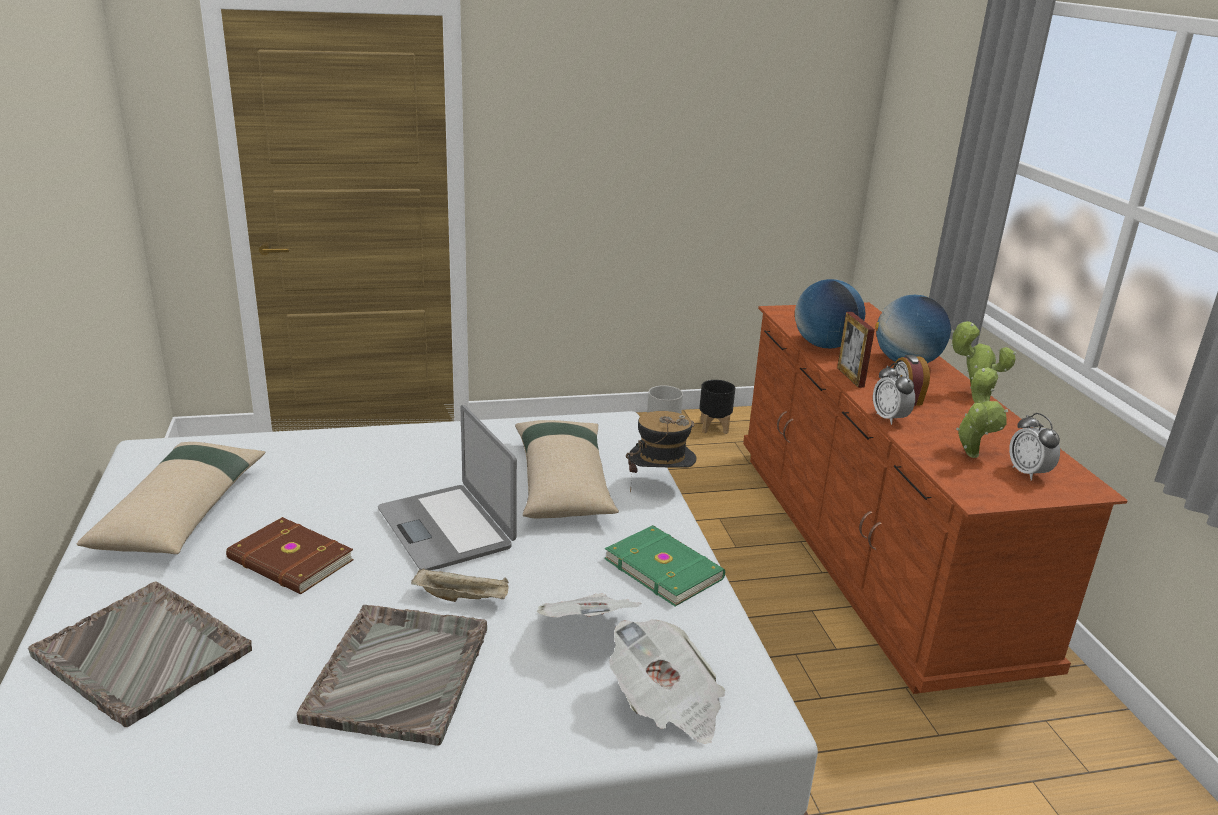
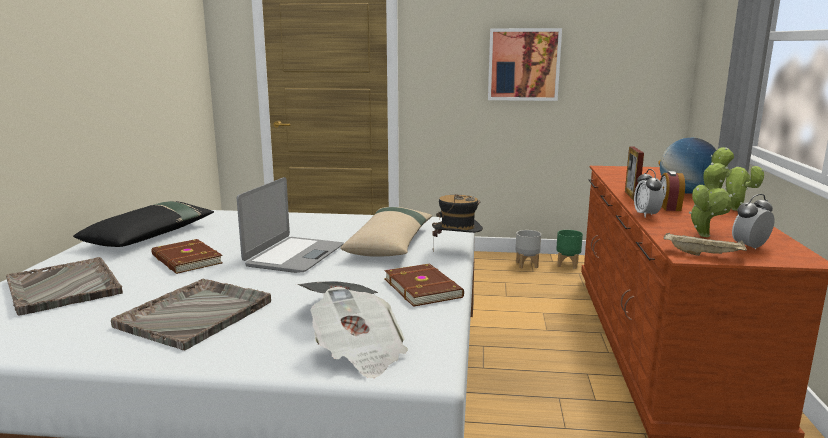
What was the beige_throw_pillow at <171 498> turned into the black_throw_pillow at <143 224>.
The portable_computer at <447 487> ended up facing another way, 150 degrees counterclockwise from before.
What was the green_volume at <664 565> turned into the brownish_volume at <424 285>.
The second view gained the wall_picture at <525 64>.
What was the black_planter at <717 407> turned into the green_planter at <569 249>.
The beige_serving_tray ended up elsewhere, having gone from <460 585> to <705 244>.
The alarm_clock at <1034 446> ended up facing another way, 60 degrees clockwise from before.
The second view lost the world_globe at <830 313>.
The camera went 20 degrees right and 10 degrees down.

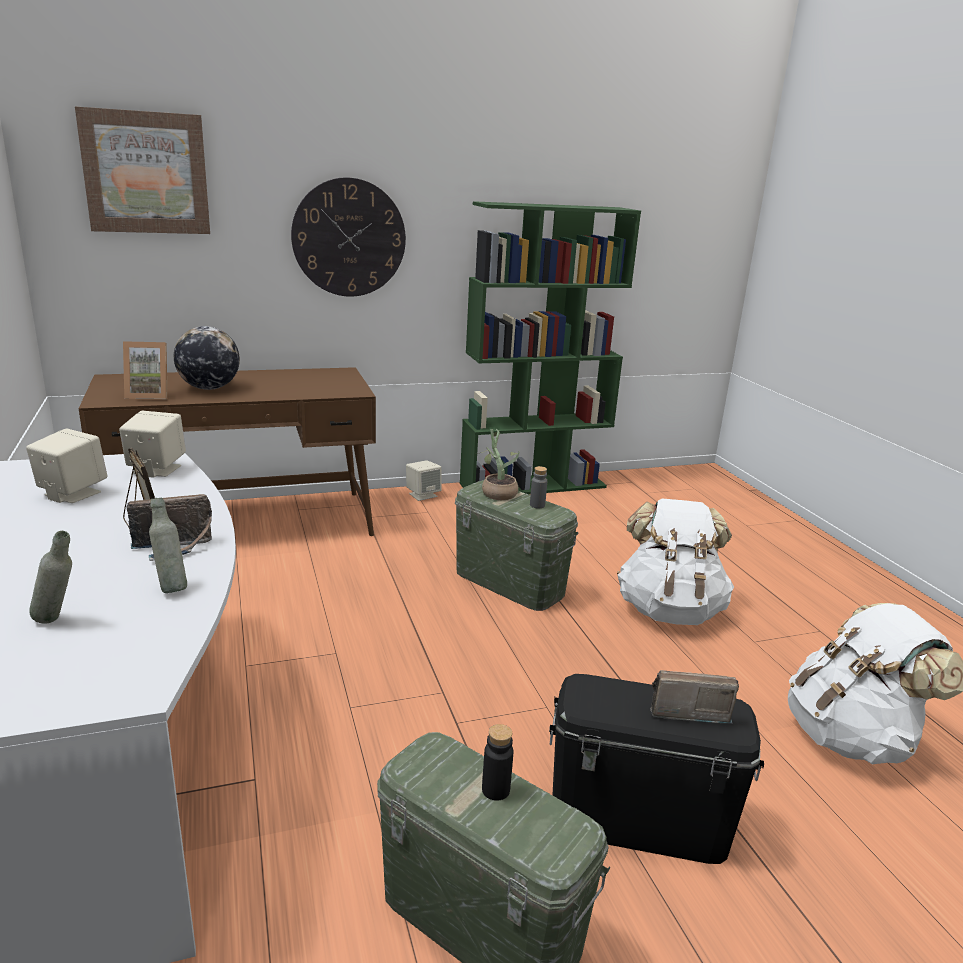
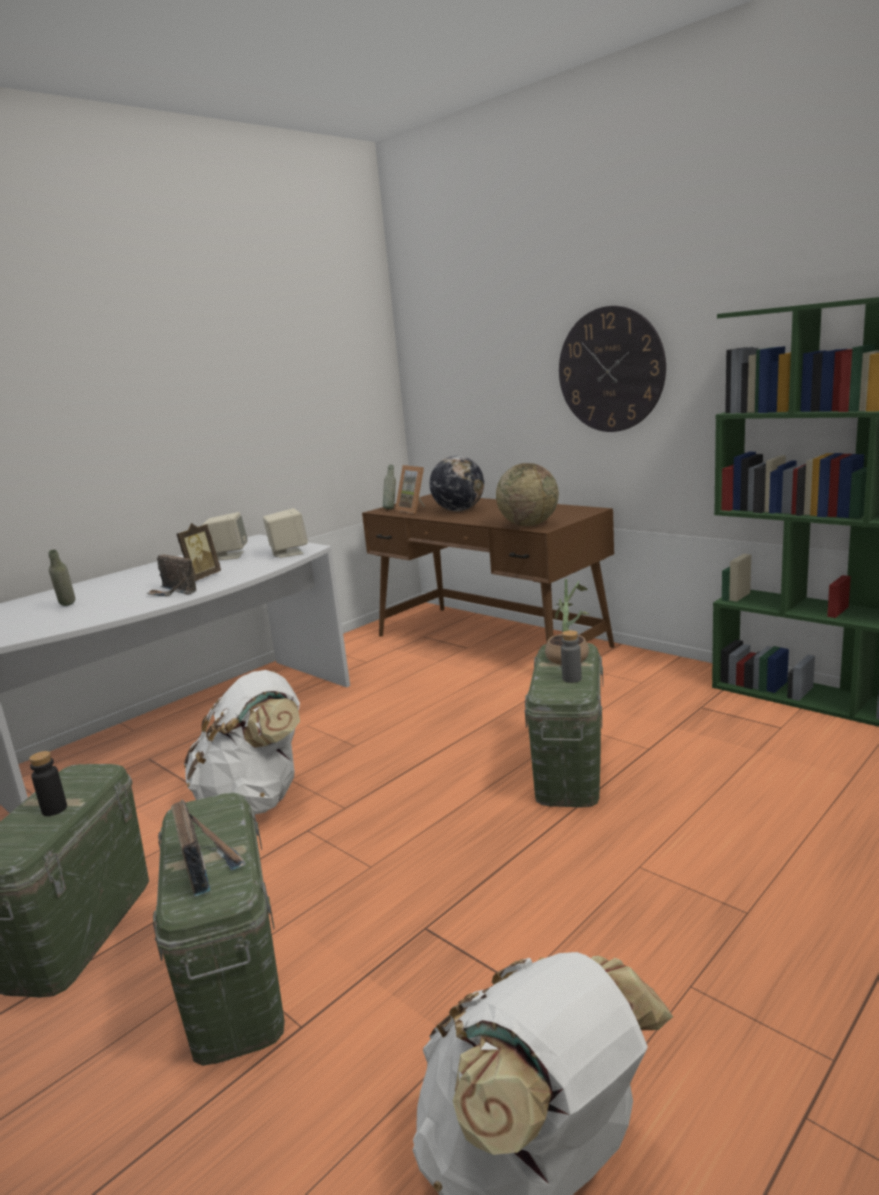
What was the black_storage_container at <656 769> turned into the green_storage_container at <219 929>.
The white-coloured_knapsack ended up elsewhere, having gone from <675 562> to <242 742>.
The gray_drink_bottle ended up elsewhere, having gone from <168 545> to <389 487>.
The second view gained the world_globe at <527 494>.
The second view lost the wall_picture at <142 170>.
The second view lost the beige_loudspeaker at <424 480>.
The camera went 65 degrees right and 5 degrees down.

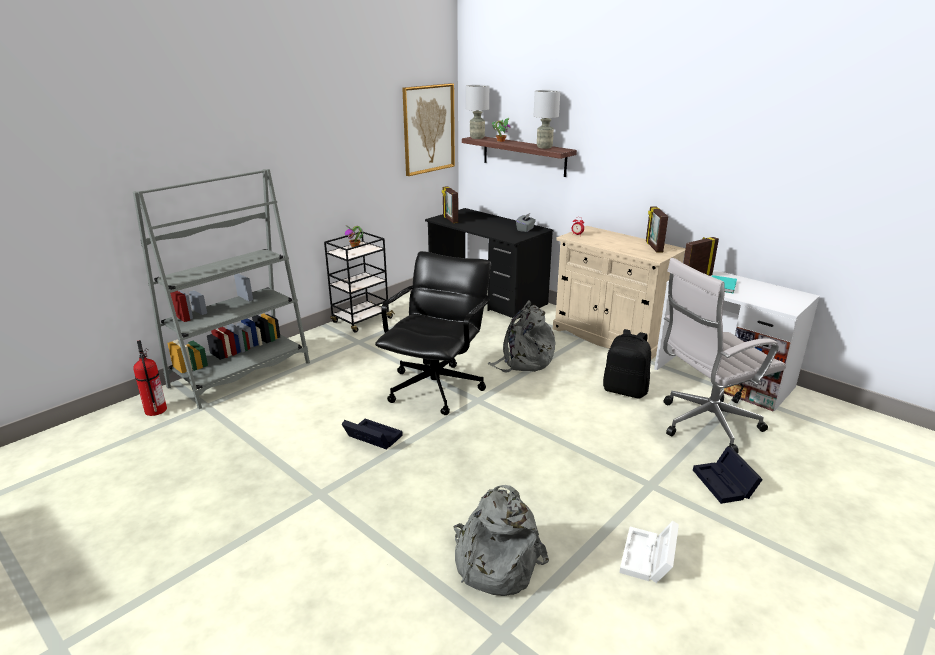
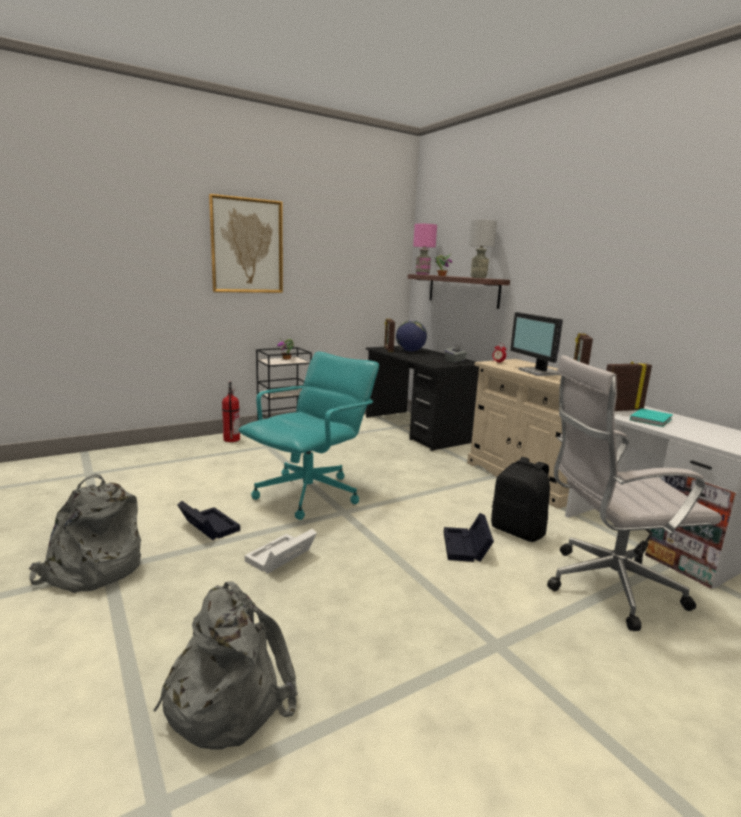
The gray_knapsack ended up elsewhere, having gone from <521 336> to <85 533>.
The wall_picture ended up elsewhere, having gone from <428 129> to <246 243>.
The fire-fighting_cylinder ended up elsewhere, having gone from <150 378> to <231 412>.
What was the black_office_chair at <433 333> turned into the blue-green_office_chair at <309 436>.
The white-coloured_storage_container ended up elsewhere, having gone from <649 552> to <281 551>.
The second view gained the world_globe at <411 336>.
What was the gray_tabletop_lamp at <477 112> turned into the pinkish_tabletop_lamp at <425 249>.
The black_storage_container ended up elsewhere, having gone from <728 475> to <469 537>.
The second view gained the computer_screen at <536 344>.
The second view lost the gray_shelving_unit at <221 289>.
The camera went 15 degrees right and 10 degrees down.

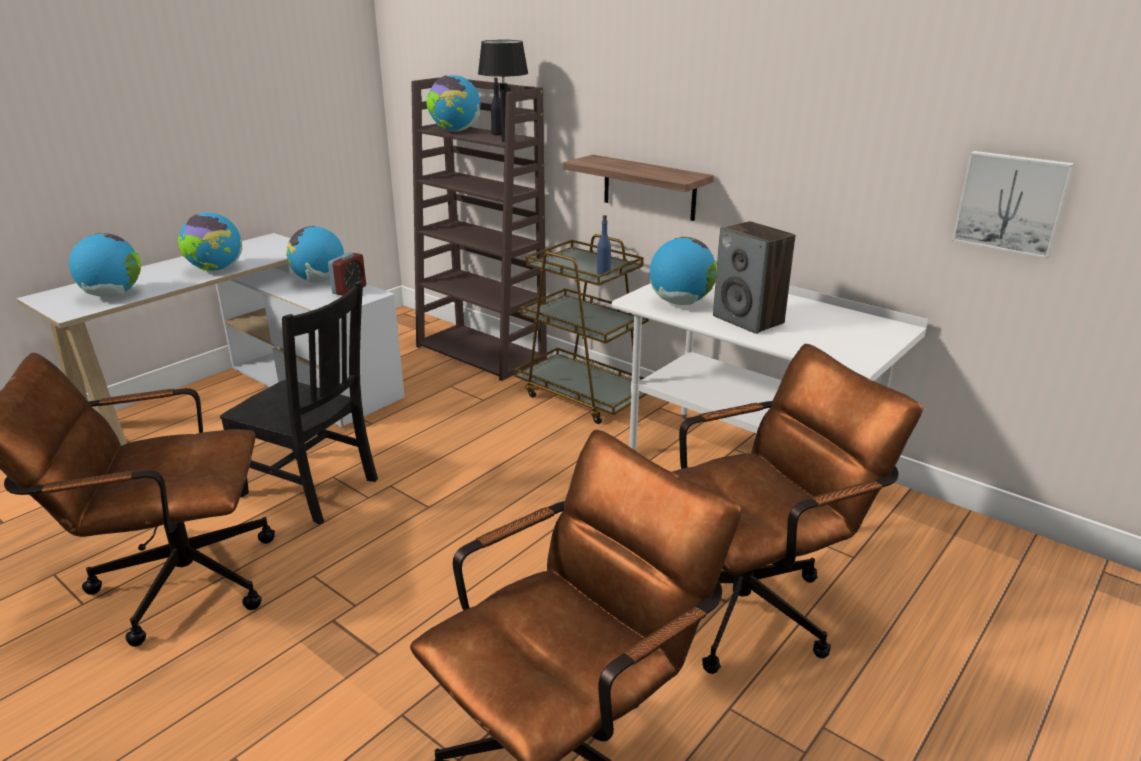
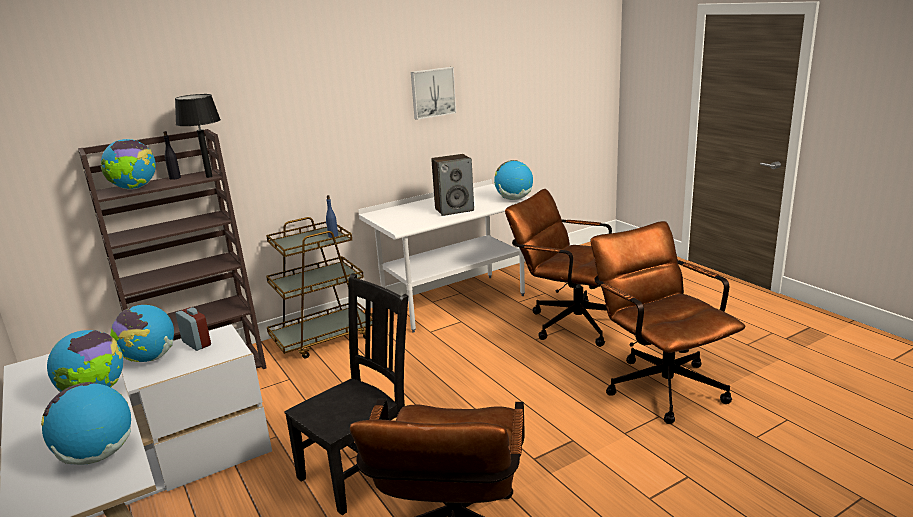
The wall_picture ended up elsewhere, having gone from <1013 205> to <433 93>.
The world_globe ended up elsewhere, having gone from <683 271> to <513 180>.
The brownish_office_chair at <797 509> ended up facing another way, 45 degrees counterclockwise from before.
The second view lost the shelf at <638 188>.
The camera went 70 degrees left and 5 degrees down.

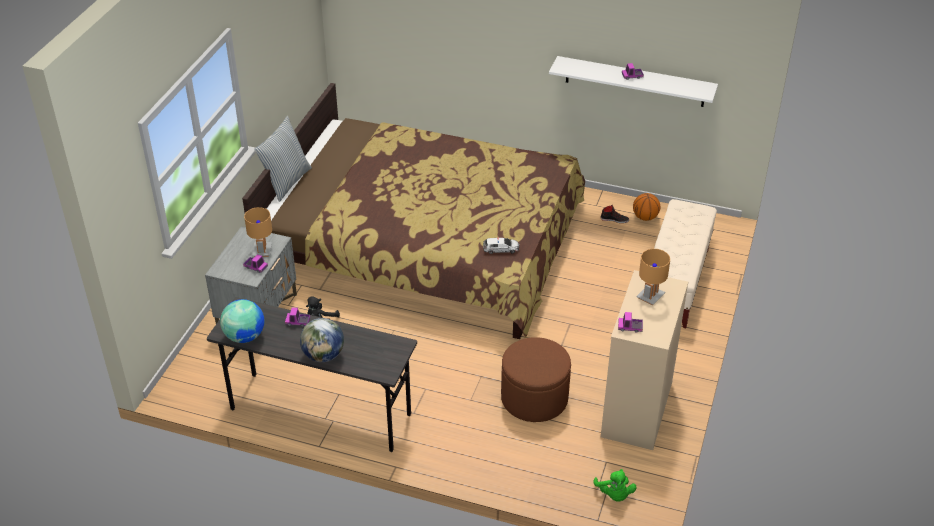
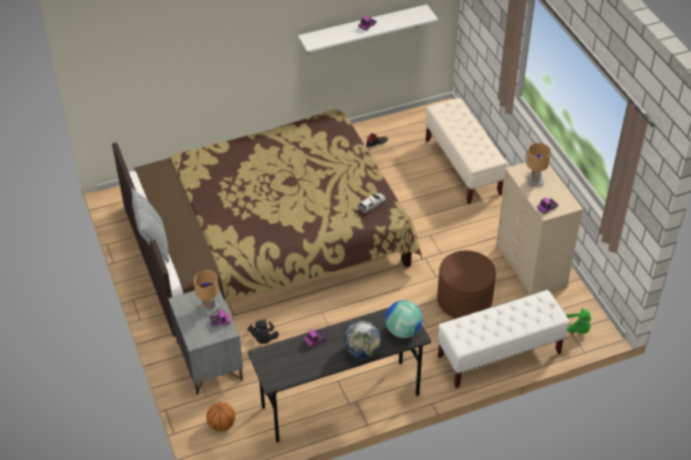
The basketball ended up elsewhere, having gone from <646 207> to <220 417>.
The world_globe ended up elsewhere, having gone from <242 321> to <404 319>.
The second view gained the white-coloured_bench at <503 339>.
The camera went 40 degrees left and 5 degrees up.

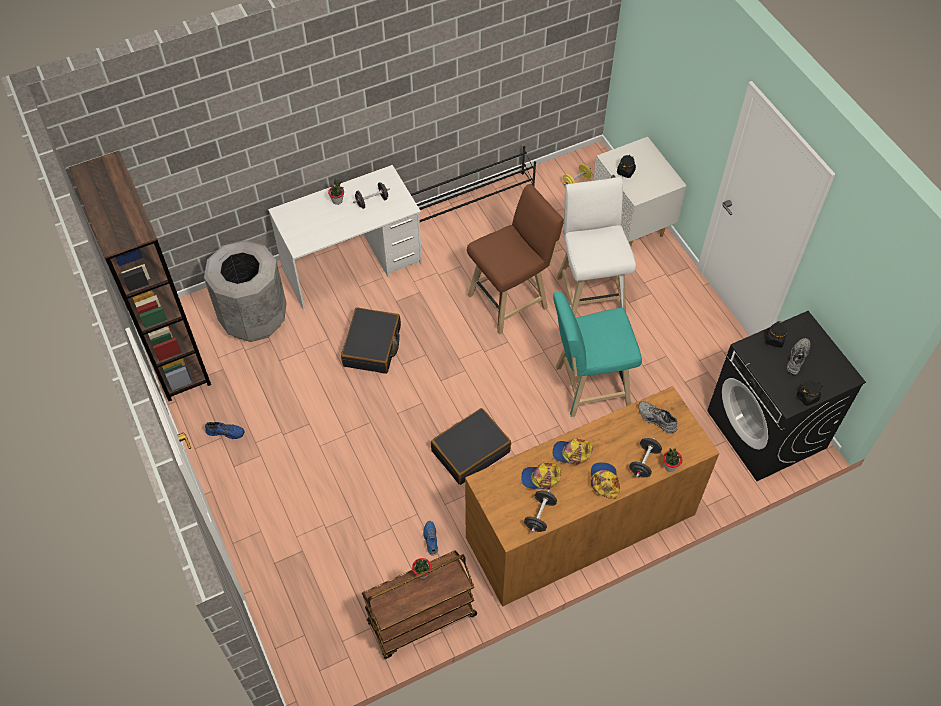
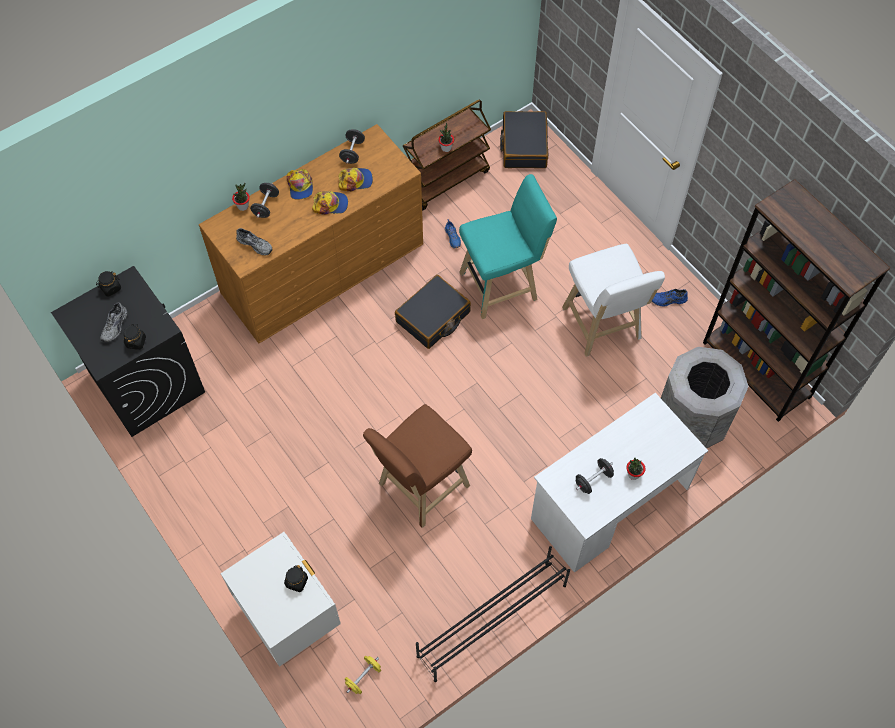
The blue-green_stool_seat ended up elsewhere, having gone from <597 354> to <508 246>.
The black_piece_of_luggage ended up elsewhere, having gone from <371 340> to <524 139>.
The white-coloured_stool_seat ended up elsewhere, having gone from <596 246> to <613 300>.
The camera went 170 degrees right and 5 degrees up.

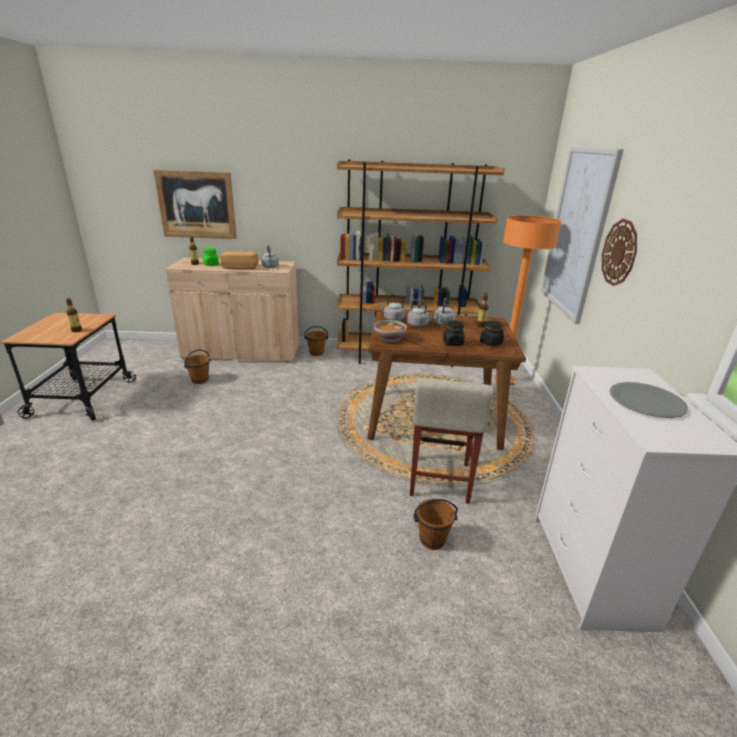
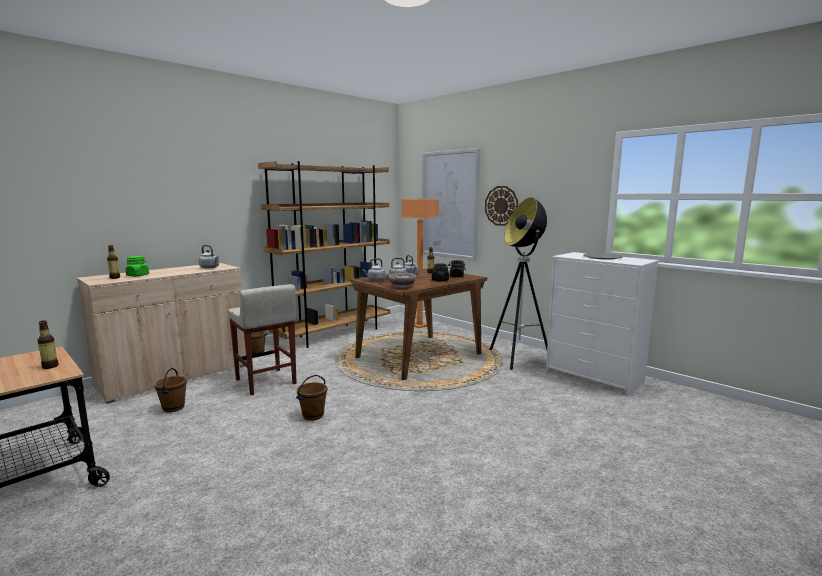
The beige_stool_seat ended up elsewhere, having gone from <451 441> to <262 339>.
The brownish_water_bucket ended up elsewhere, having gone from <436 524> to <311 398>.
The second view gained the standing_lamp at <518 283>.
The second view lost the wall_picture at <195 204>.
The second view lost the baked_bread at <240 260>.
The camera went 45 degrees left and 15 degrees down.

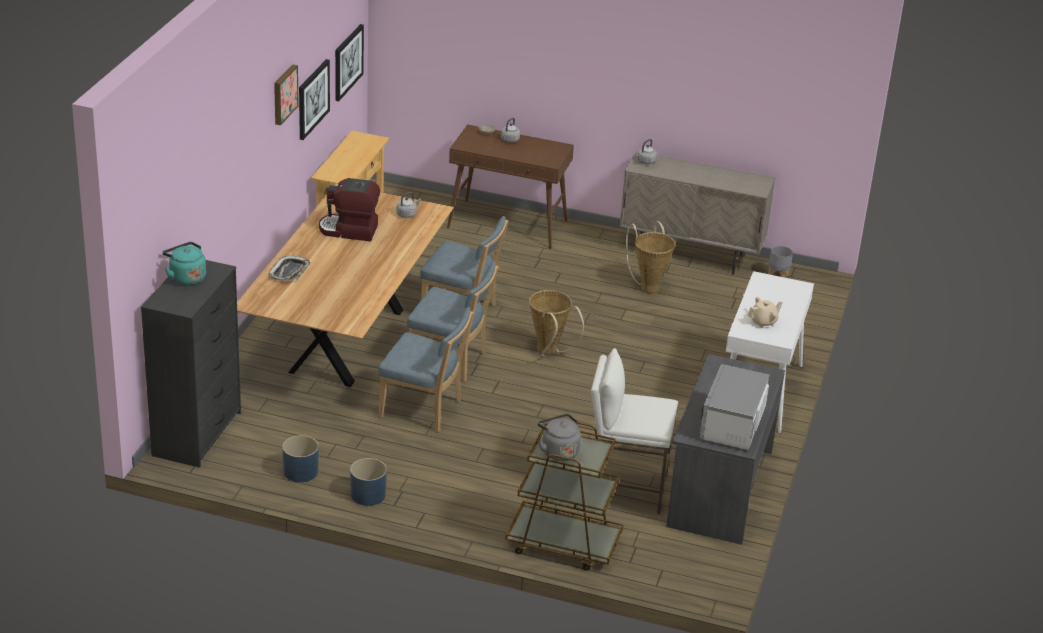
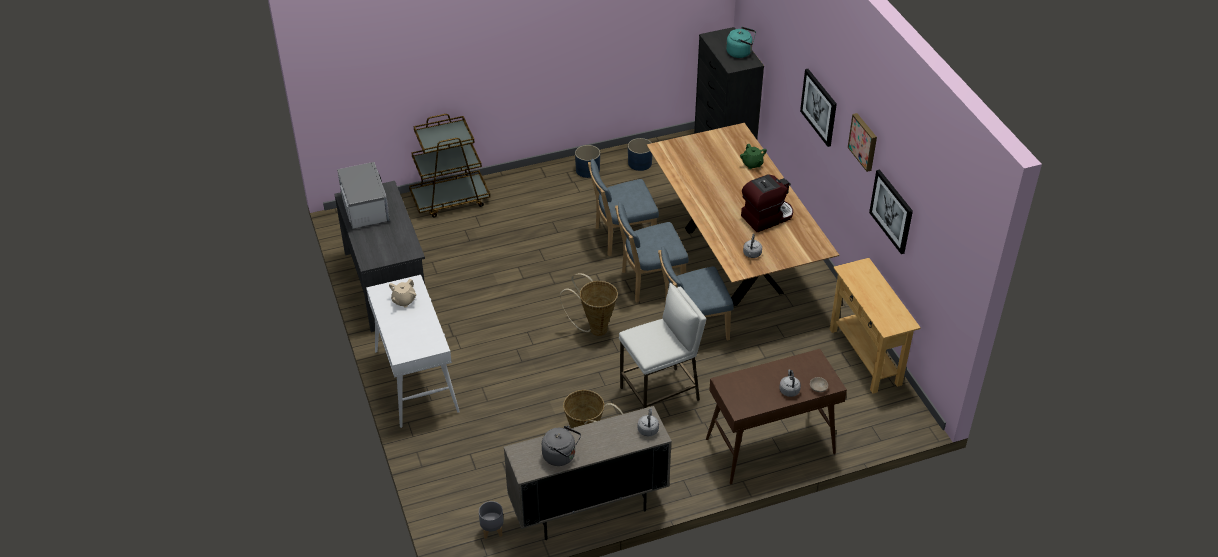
The gray_water_kettle ended up elsewhere, having gone from <559 437> to <561 445>.
The white-coloured_stool_seat ended up elsewhere, having gone from <634 431> to <662 346>.
Where the serving_tray stood at <289 268>, the green_tea_pot came to stand at <753 156>.
The wall_picture ended up elsewhere, having gone from <349 62> to <818 108>.
The camera went 145 degrees right and 10 degrees up.

